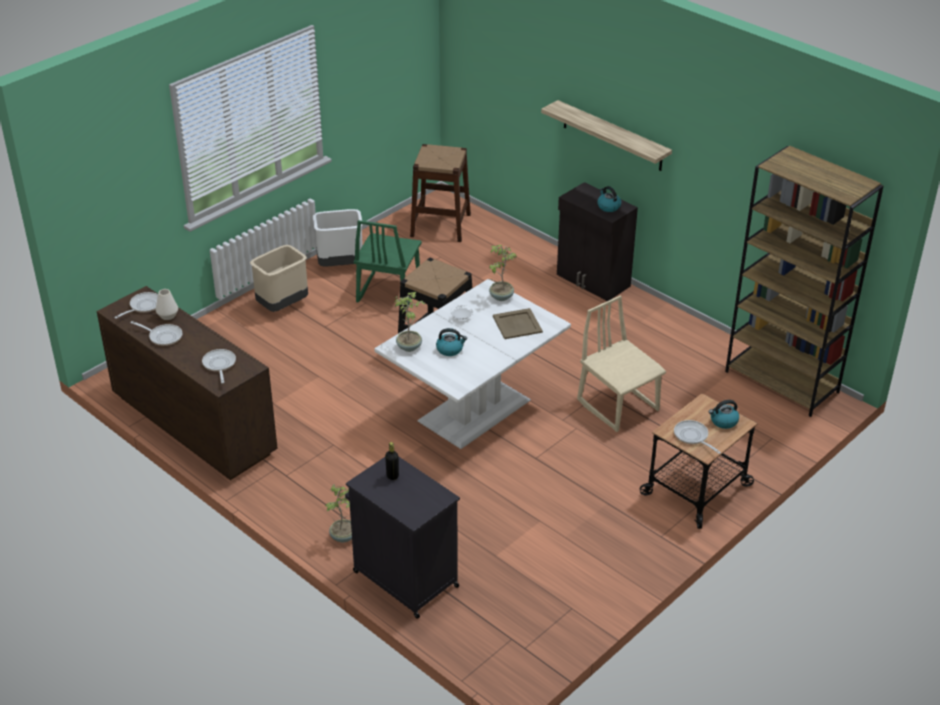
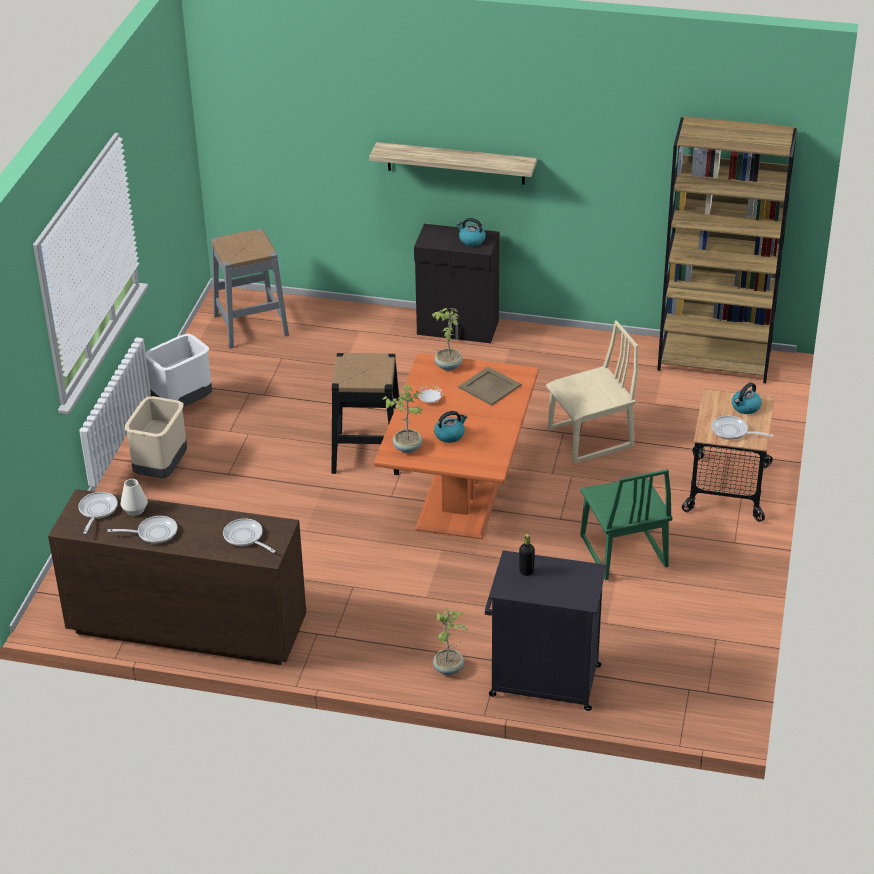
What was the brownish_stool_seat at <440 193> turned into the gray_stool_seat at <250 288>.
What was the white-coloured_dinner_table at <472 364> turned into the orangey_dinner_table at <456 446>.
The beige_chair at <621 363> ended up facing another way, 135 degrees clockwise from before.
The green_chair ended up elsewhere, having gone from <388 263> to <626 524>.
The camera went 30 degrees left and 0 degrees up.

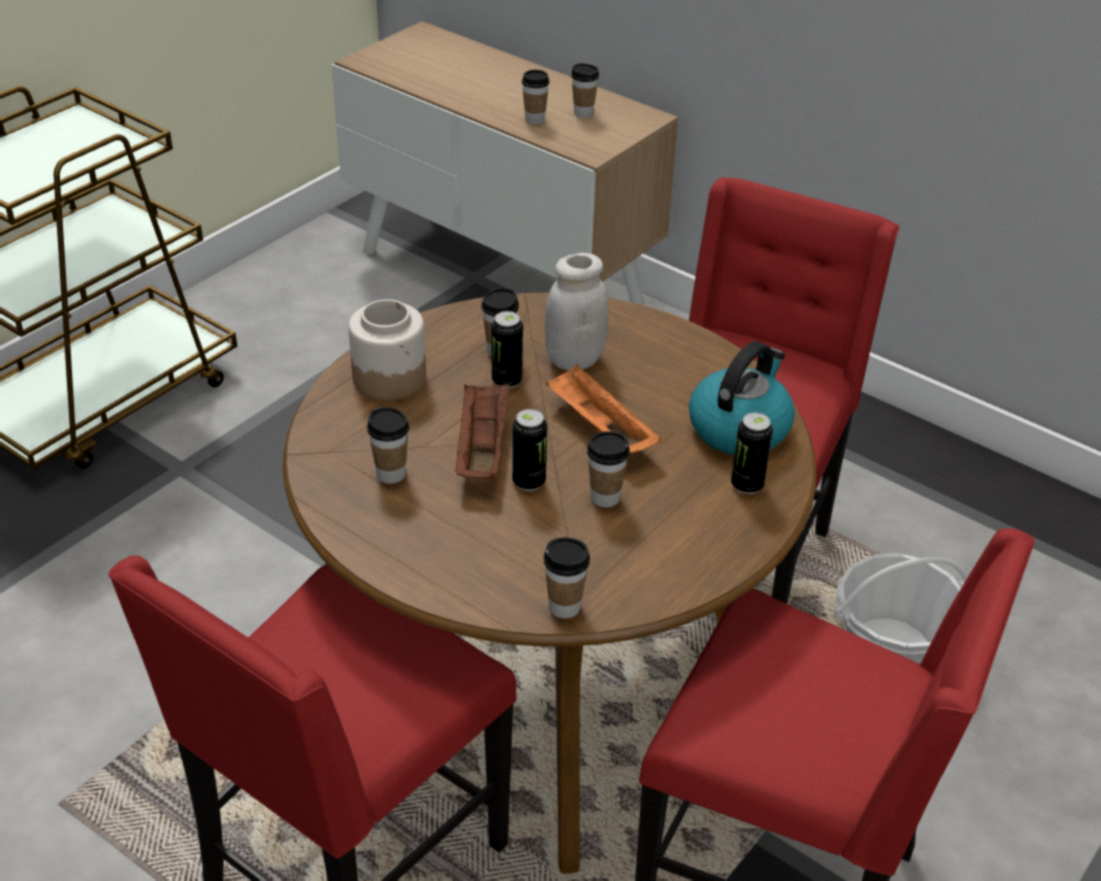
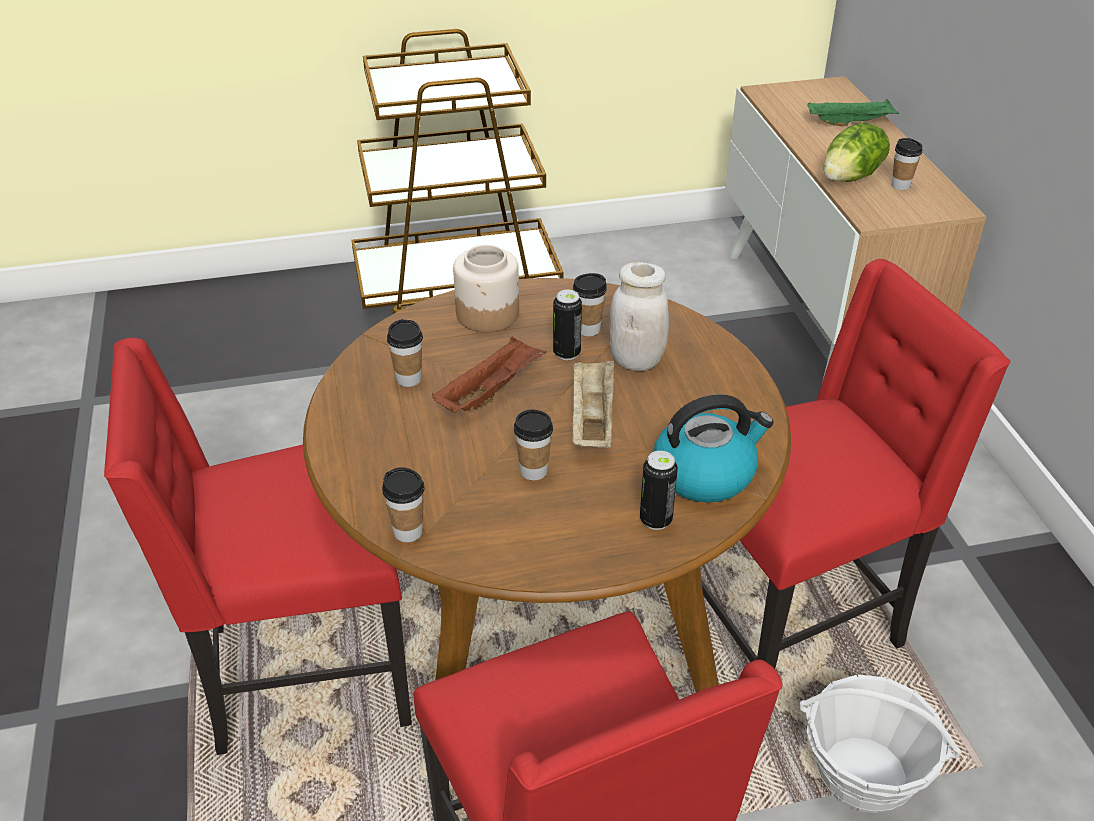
What was the orangey_serving_tray at <604 408> turned into the beige_serving_tray at <593 404>.
The second view gained the green_serving_tray at <853 112>.
Where the small_cup stood at <536 97>, the lettuce came to stand at <857 152>.
The second view lost the sealed_can at <529 450>.
The camera went 40 degrees right and 0 degrees up.

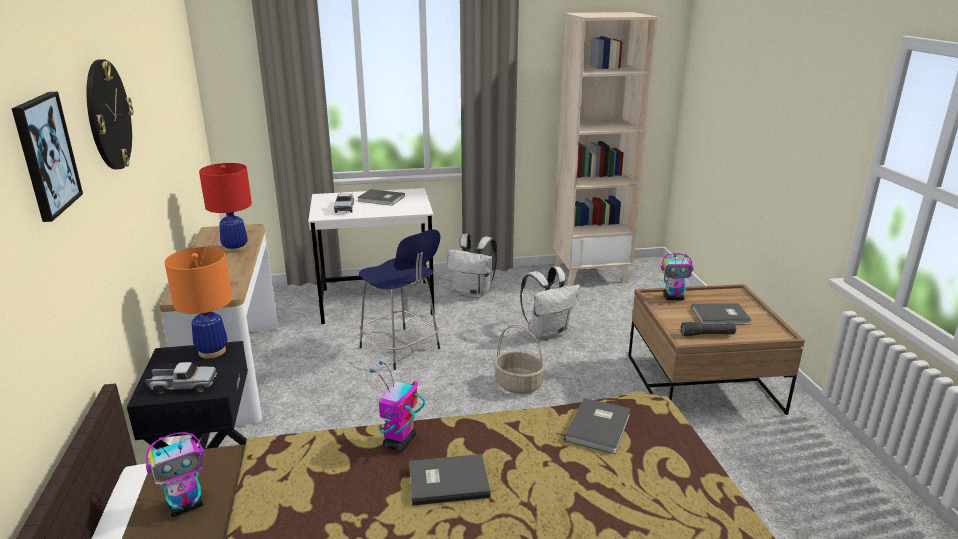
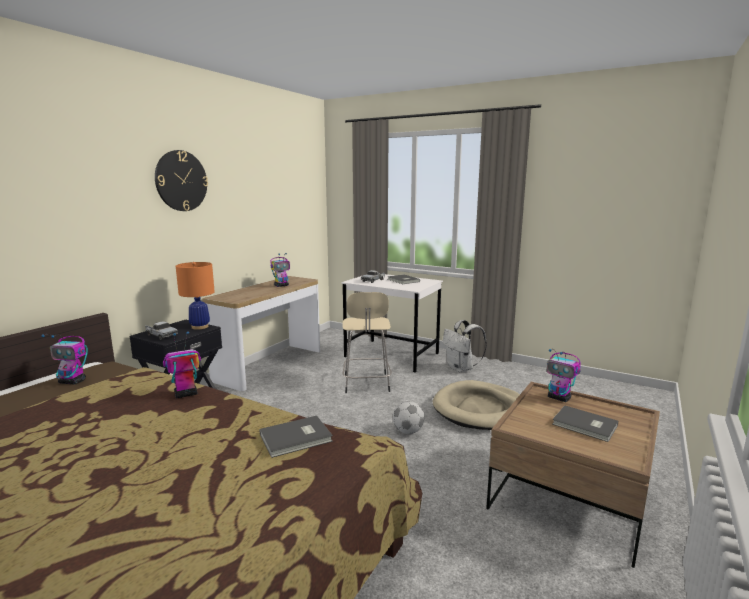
Where the red_tabletop_lamp stood at <225 208>, the robot_figure came to stand at <280 270>.
What was the blue_stool_seat at <399 299> turned into the beige_stool_seat at <367 342>.
Where the storage_basket stood at <519 359>, the ball_for_football came to stand at <409 417>.
Where the white-coloured_knapsack stood at <550 303>, the beige_dog_bed came to stand at <476 405>.
The second view lost the wall_picture at <47 157>.
The second view lost the gray_volume at <450 480>.
The second view lost the beige_shelving_unit at <605 149>.
The second view lost the black_flashlight at <708 329>.
The camera went 40 degrees right and 10 degrees down.

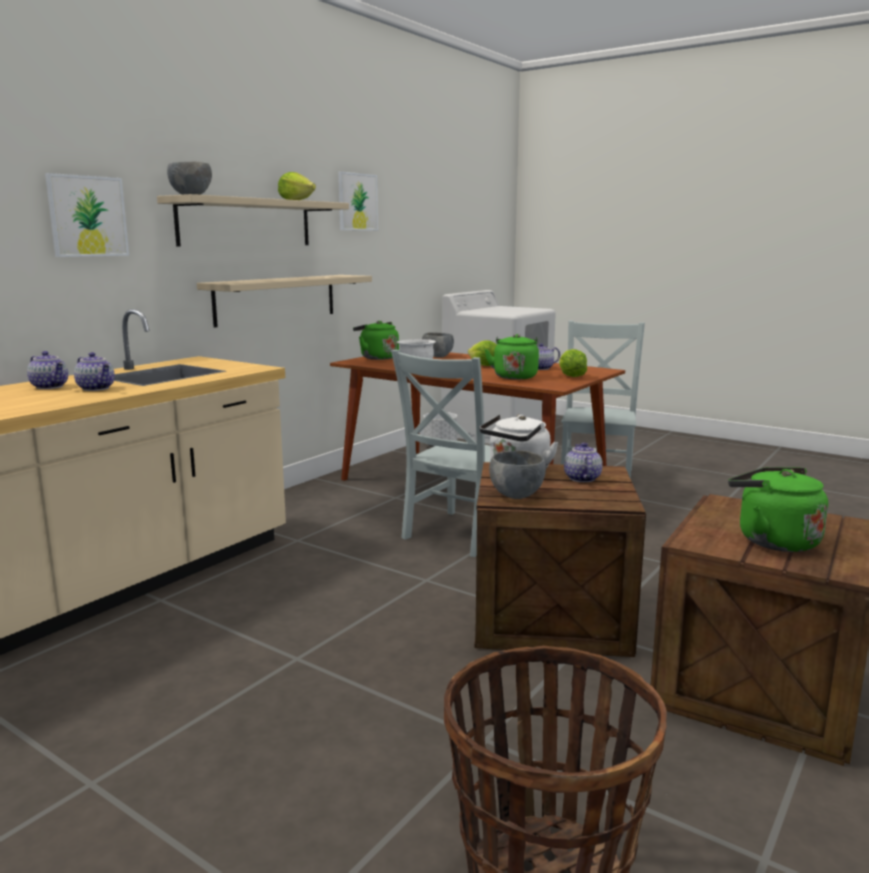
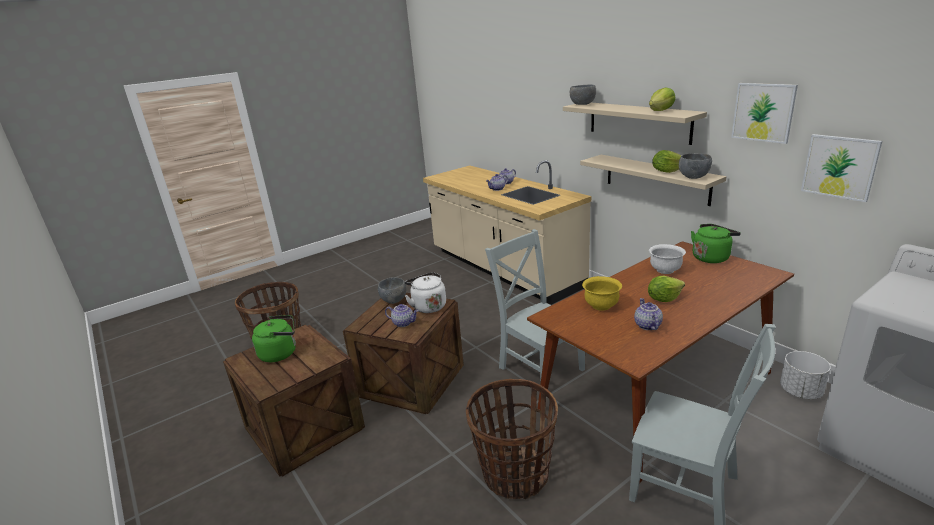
The second view gained the storage_basket at <512 439>.
Where the green_water_kettle stood at <511 356>, the yellowish_deep_dish came to stand at <602 293>.
The lettuce ended up elsewhere, having gone from <573 363> to <667 161>.
The gray_deep_dish ended up elsewhere, having gone from <438 345> to <695 166>.
The wall_picture ended up elsewhere, having gone from <87 215> to <841 168>.
The camera went 110 degrees right and 10 degrees up.

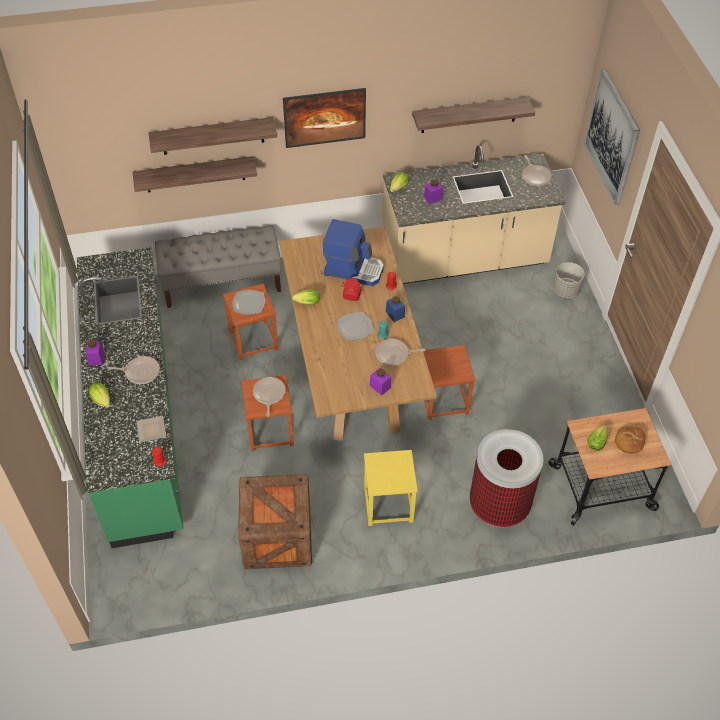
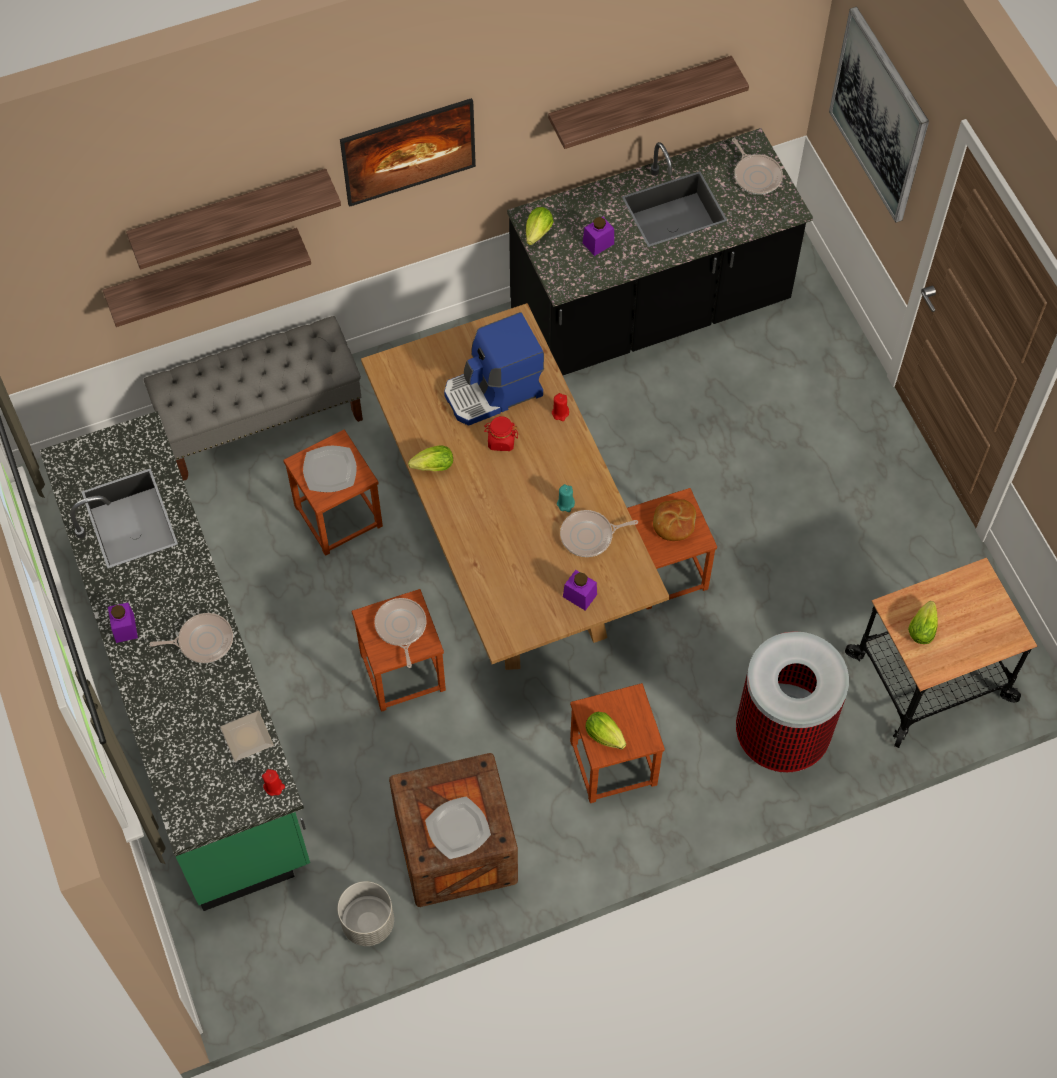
The gray_planter ended up elsewhere, having gone from <569 280> to <366 913>.
The dinner_plate ended up elsewhere, having gone from <355 326> to <458 828>.
The coffee_maker at <353 252> ended up facing another way, 150 degrees clockwise from before.
What was the beige_kitchen_base_unit at <474 214> turned into the black_kitchen_base_unit at <660 251>.
What was the yellowish_stool_seat at <391 488> turned into the brownish_stool_seat at <617 743>.
The lettuce ended up elsewhere, having gone from <99 395> to <605 730>.
The baked_bread ended up elsewhere, having gone from <630 440> to <674 520>.
The second view lost the blue_storage_jar at <395 309>.
The camera went 10 degrees left and 10 degrees up.

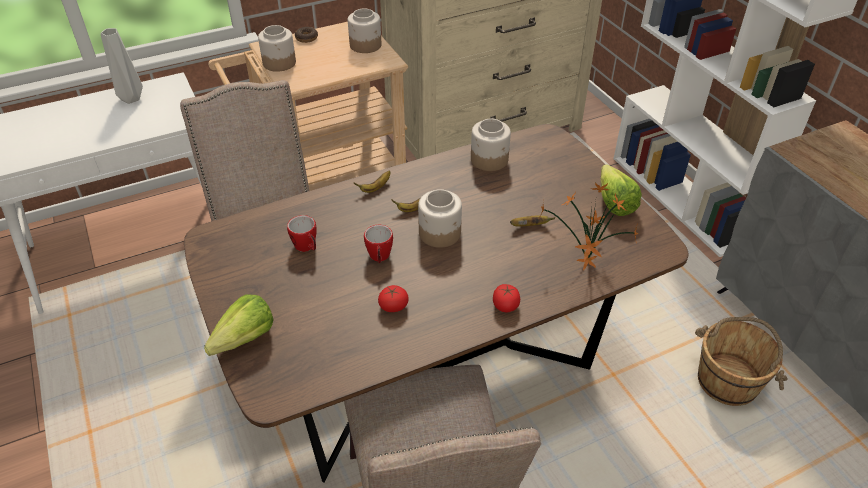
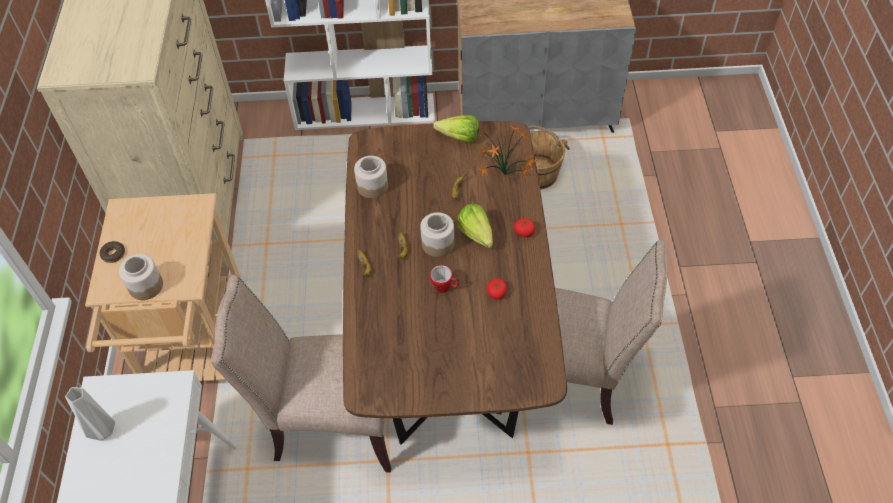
The lettuce ended up elsewhere, having gone from <239 325> to <475 226>.
The second view lost the tea_mug at <302 233>.
The second view lost the storage_jar at <364 30>.
The camera went 65 degrees left and 10 degrees up.

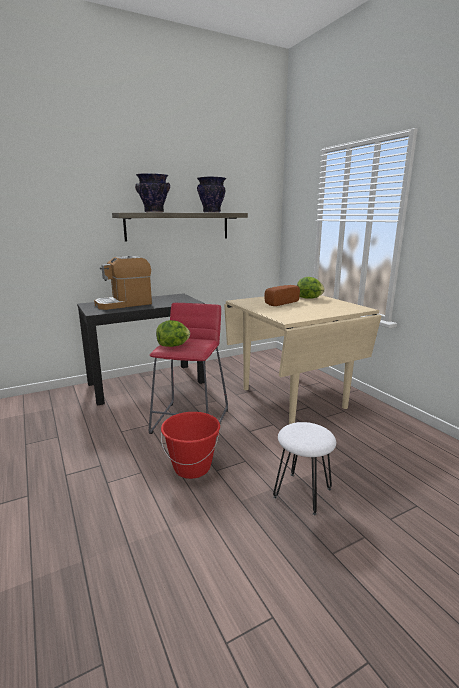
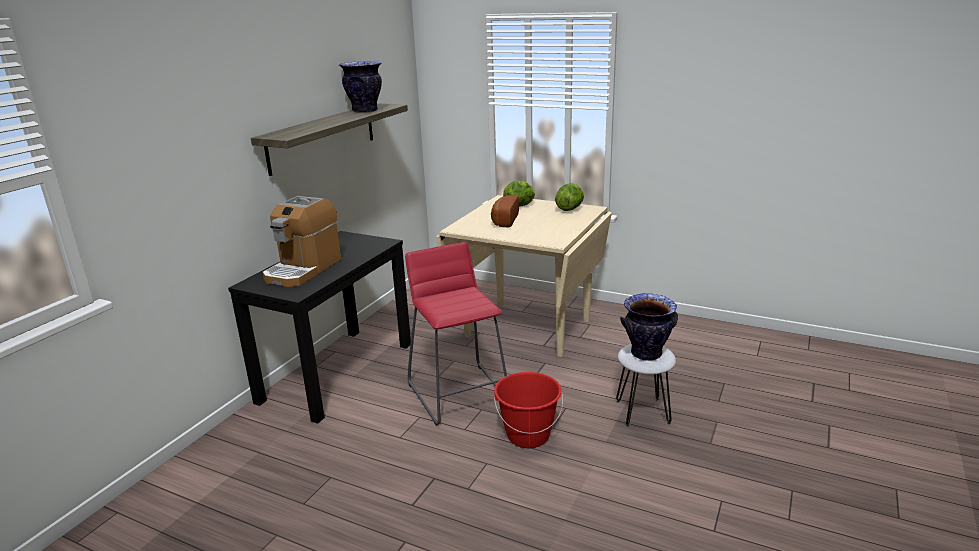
The lettuce ended up elsewhere, having gone from <173 333> to <569 197>.
The vase ended up elsewhere, having gone from <152 193> to <649 327>.
The camera went 35 degrees left and 5 degrees up.

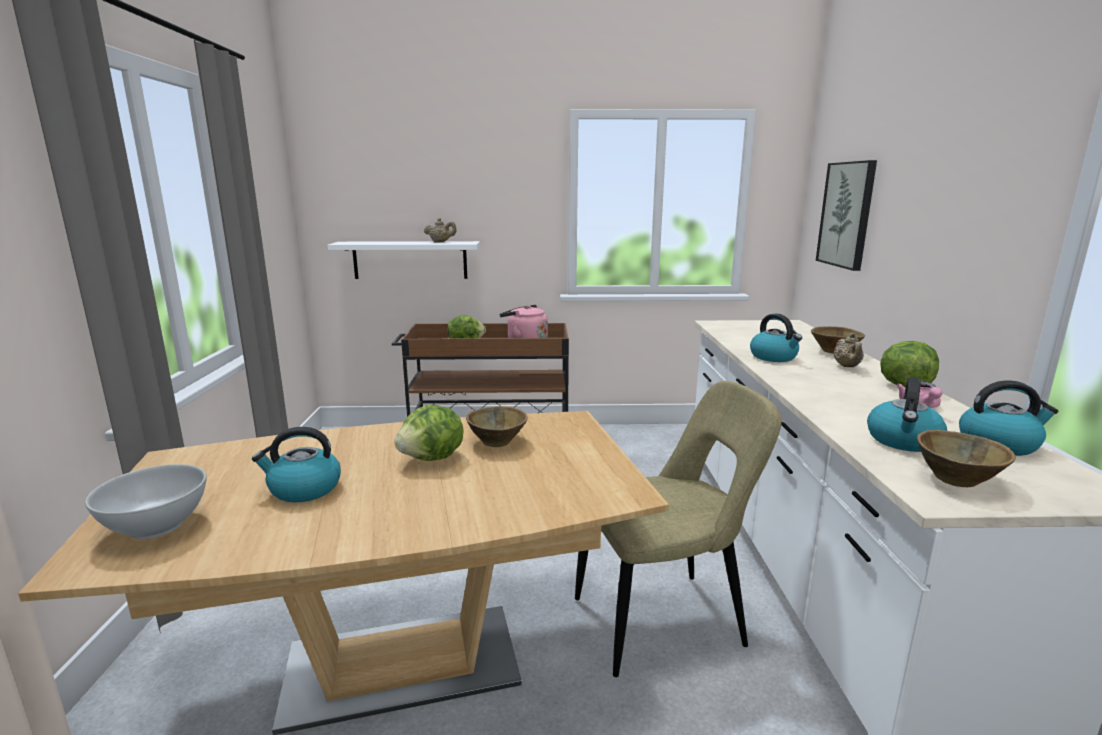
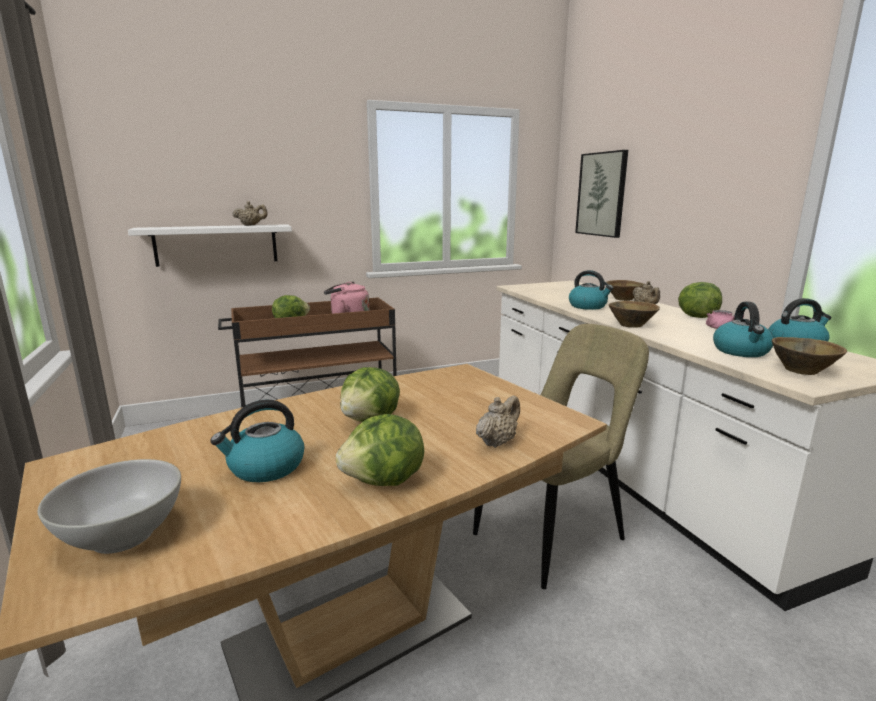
The second view gained the lettuce at <380 450>.
The second view gained the beige_tea_pot at <498 421>.
The brownish_deep_dish ended up elsewhere, having gone from <497 426> to <634 314>.
The camera went 20 degrees left and 0 degrees up.

